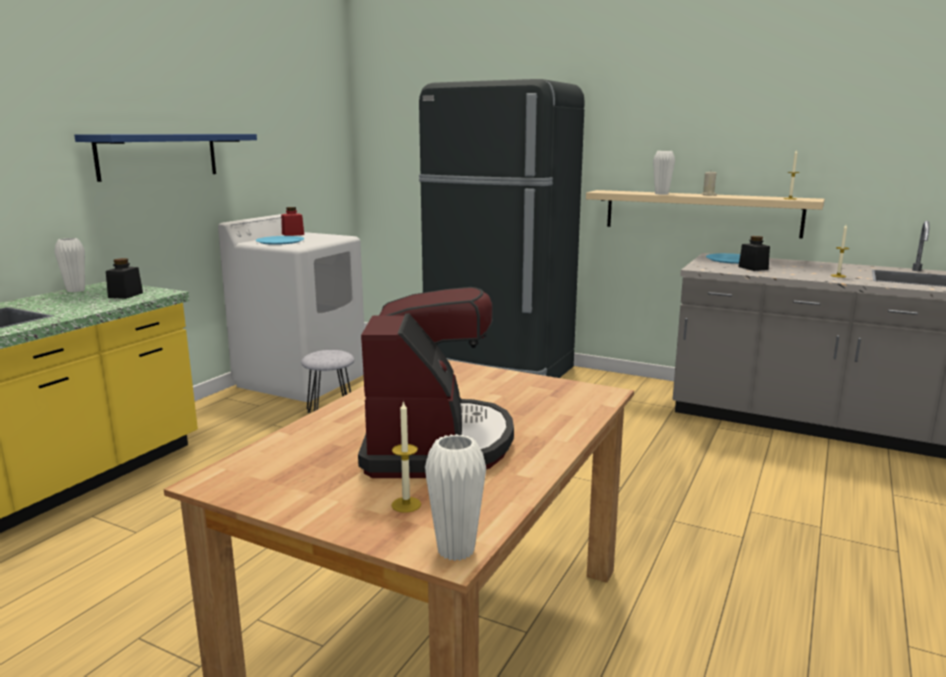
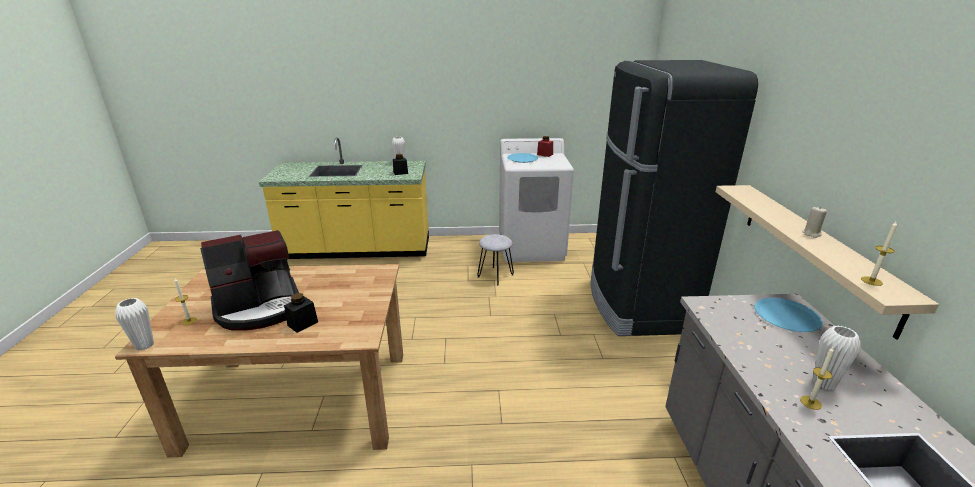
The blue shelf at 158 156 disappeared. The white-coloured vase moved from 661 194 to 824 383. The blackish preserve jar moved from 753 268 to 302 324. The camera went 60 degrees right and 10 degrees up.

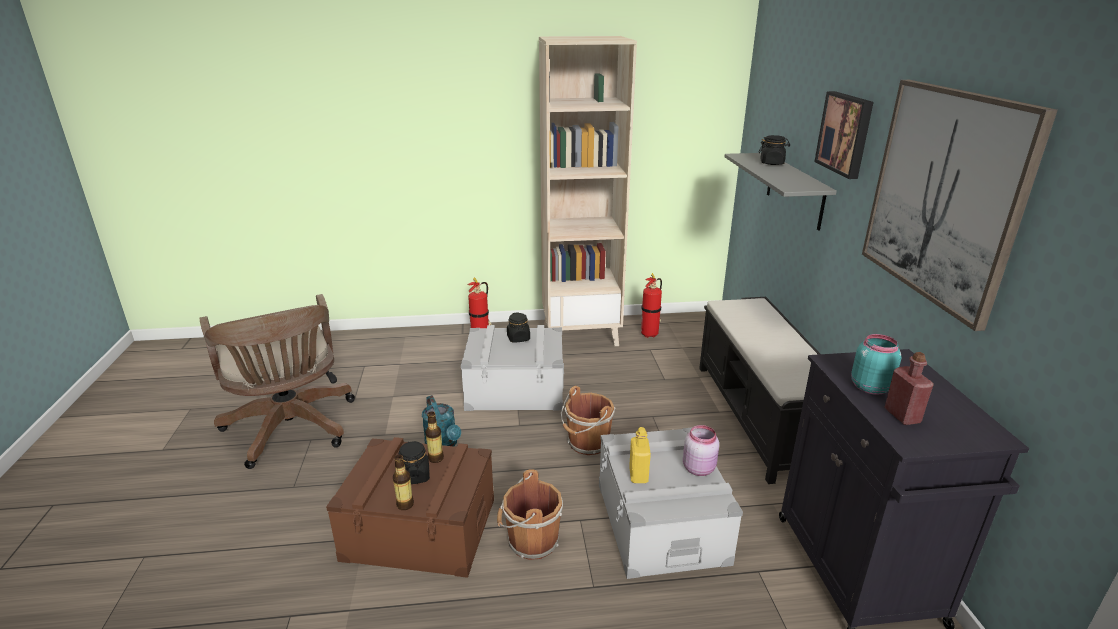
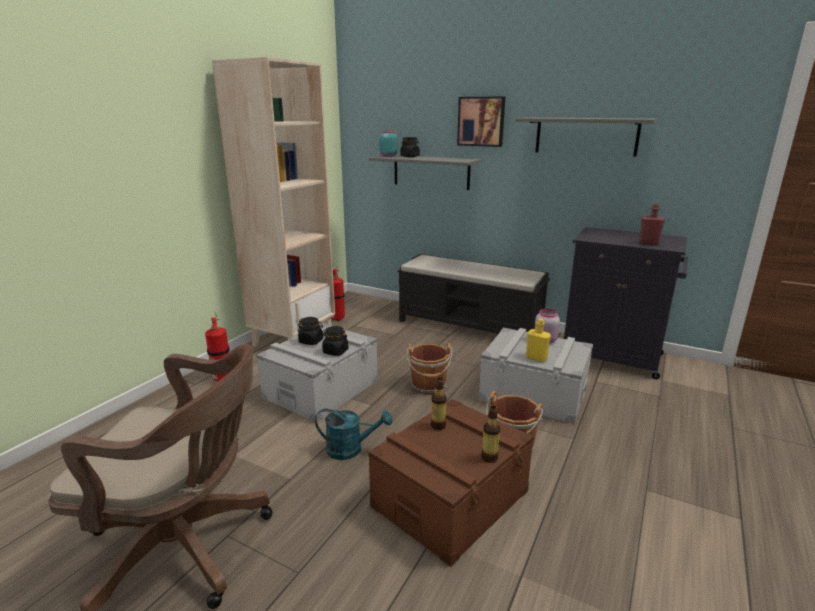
The wall picture at 944 196 was replaced by the grey shelf at 586 136. The turquoise preserve jar moved from 869 387 to 388 156. The blackish preserve jar moved from 415 475 to 335 351. The camera went 55 degrees left and 5 degrees down.

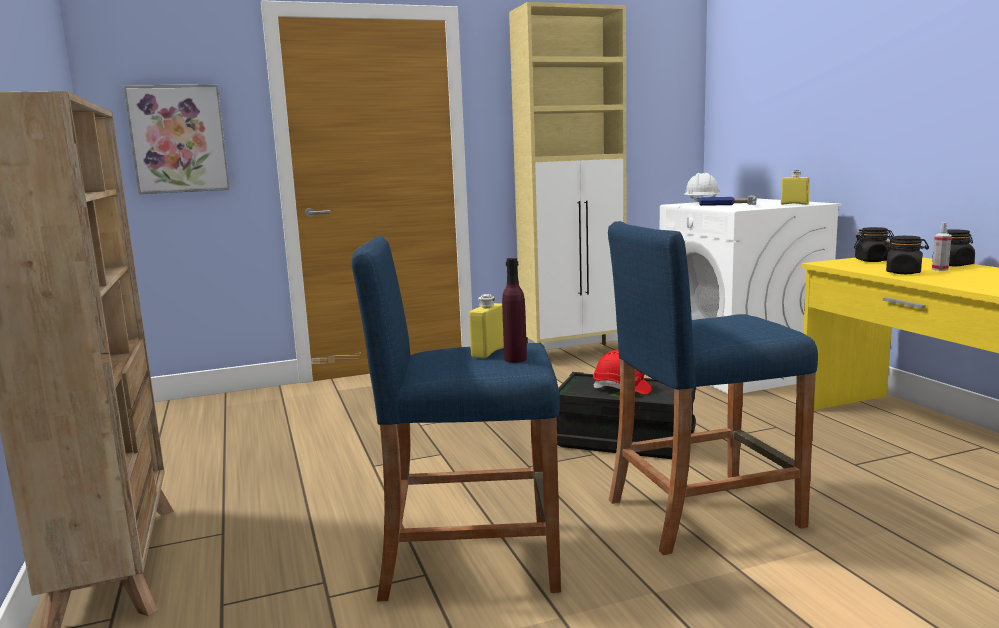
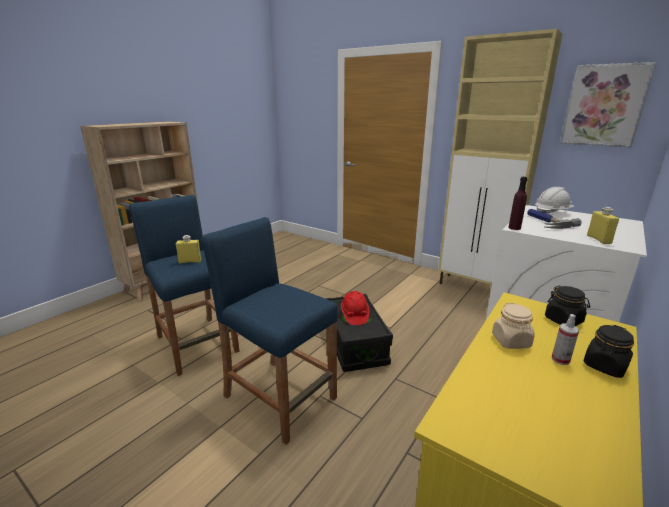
The wall picture moved from 178 139 to 604 105. The blackish preserve jar at 903 272 became the sand-coloured preserve jar at 511 341. The purple-coloured drink bottle moved from 515 359 to 514 228. The camera went 55 degrees right and 10 degrees up.

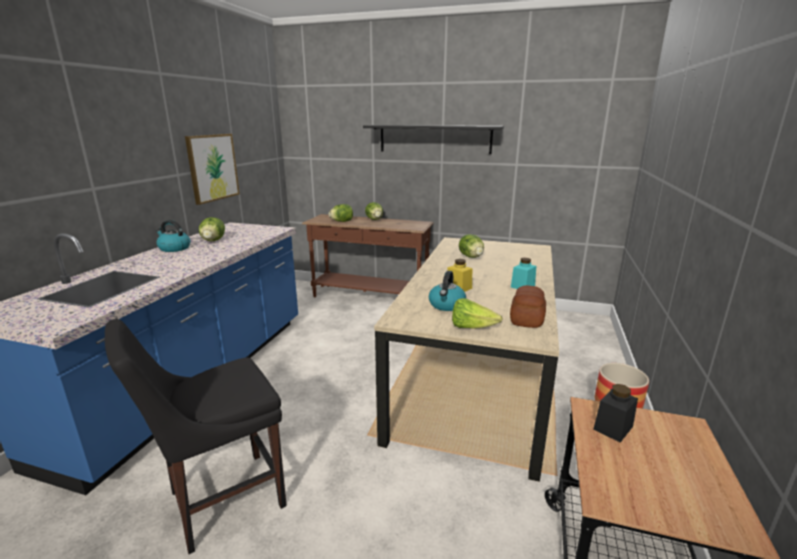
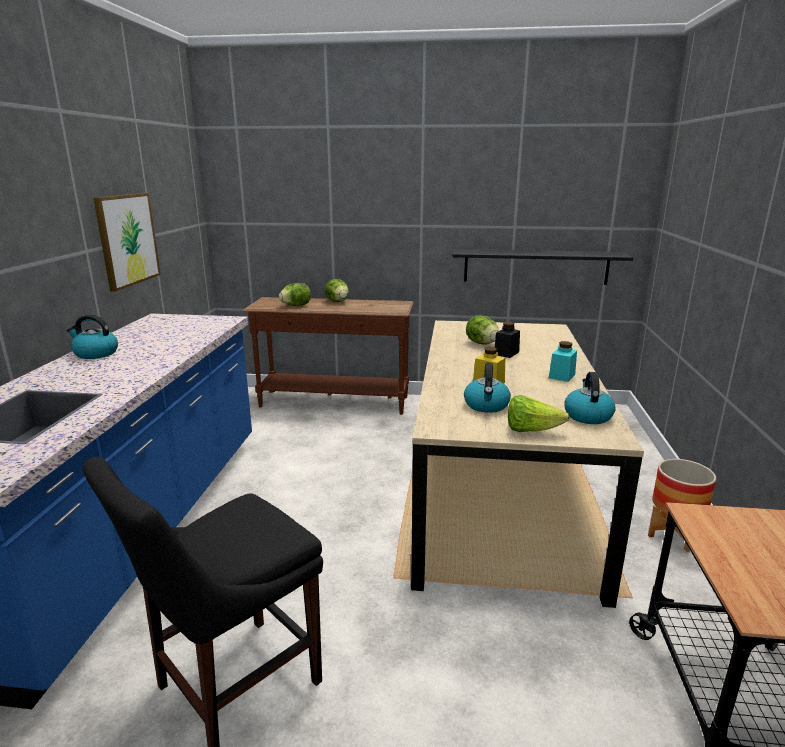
The blackish shelf moved from 434 139 to 535 266. The lettuce at 213 241 disappeared. The bread at 526 319 was replaced by the water kettle at 587 415. The blackish preserve jar moved from 613 428 to 506 353. The camera went 10 degrees left and 0 degrees up.

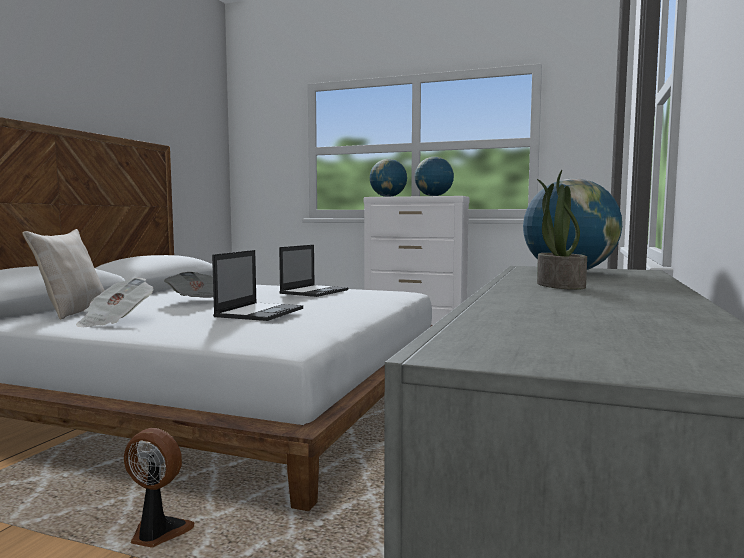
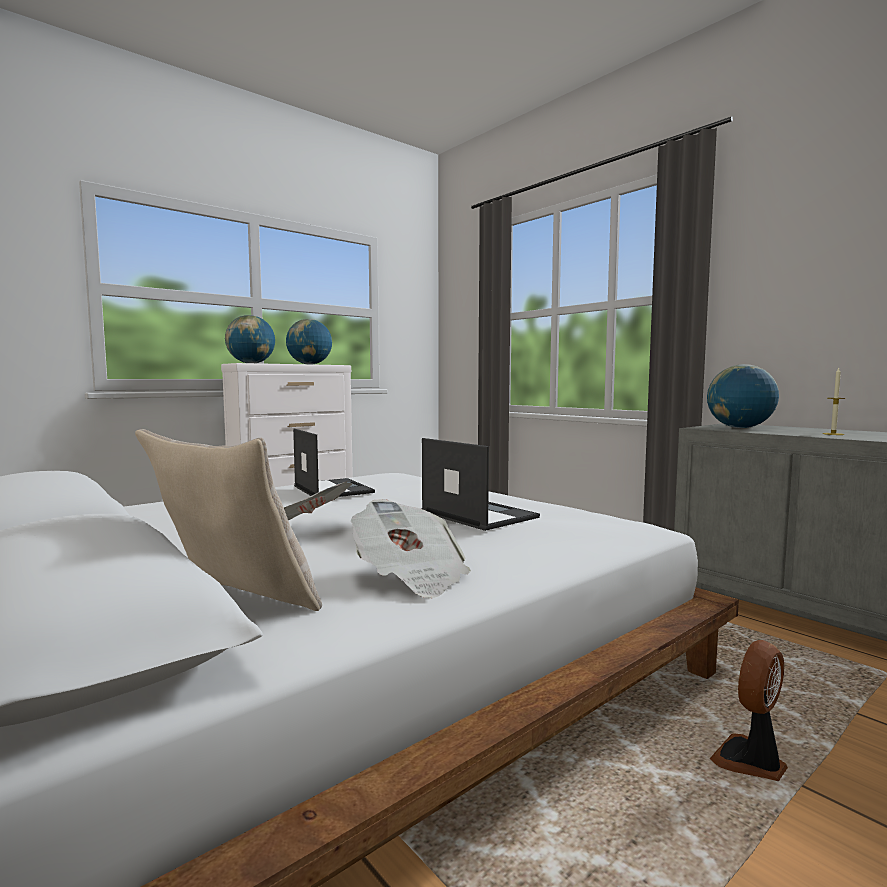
The potted plant at 559 285 was replaced by the wax light at 833 434. The camera went 60 degrees left and 0 degrees up.

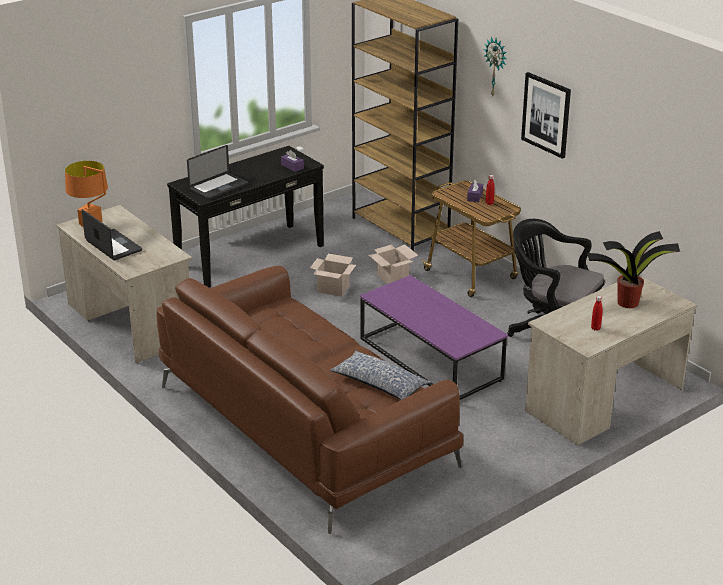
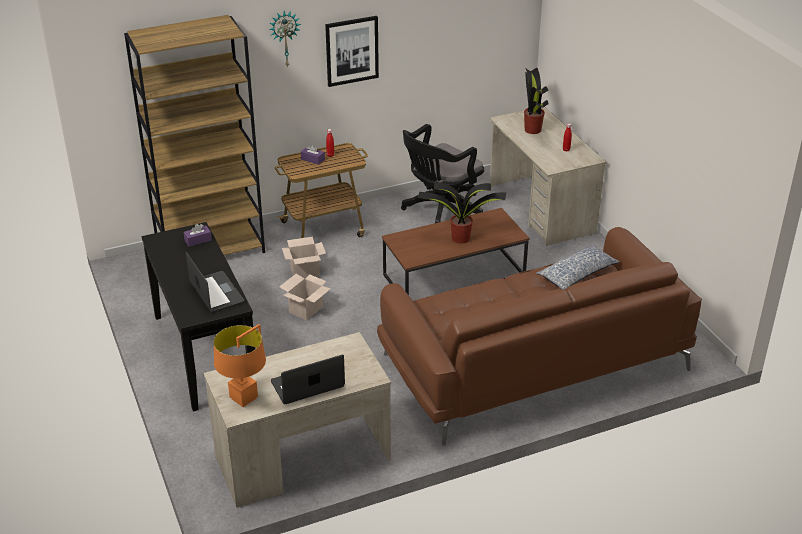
The purple-coloured coffee table at 430 359 became the brown-coloured coffee table at 454 276. The potted plant at 459 238 appeared. The camera went 75 degrees left and 5 degrees up.

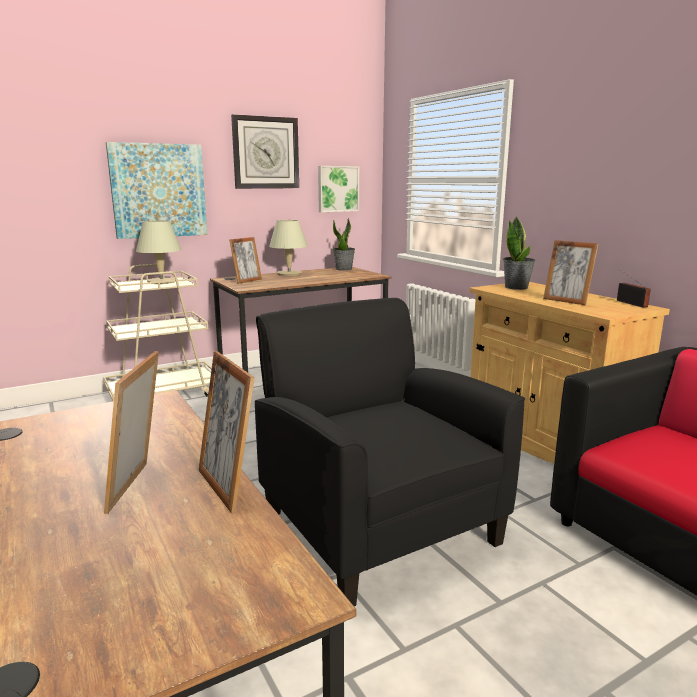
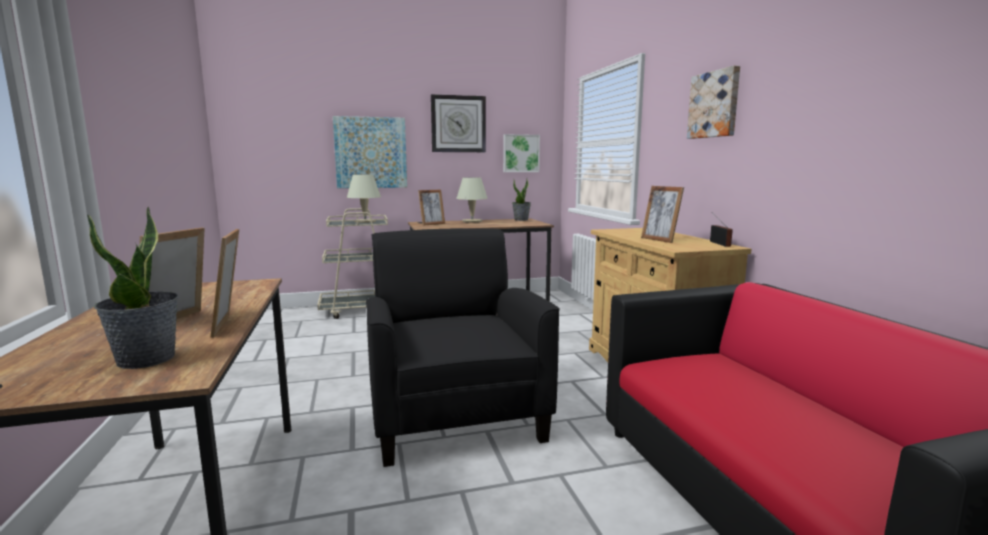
The potted plant moved from 516 287 to 147 359. The wall picture at 715 104 appeared. The camera went 15 degrees right and 5 degrees down.

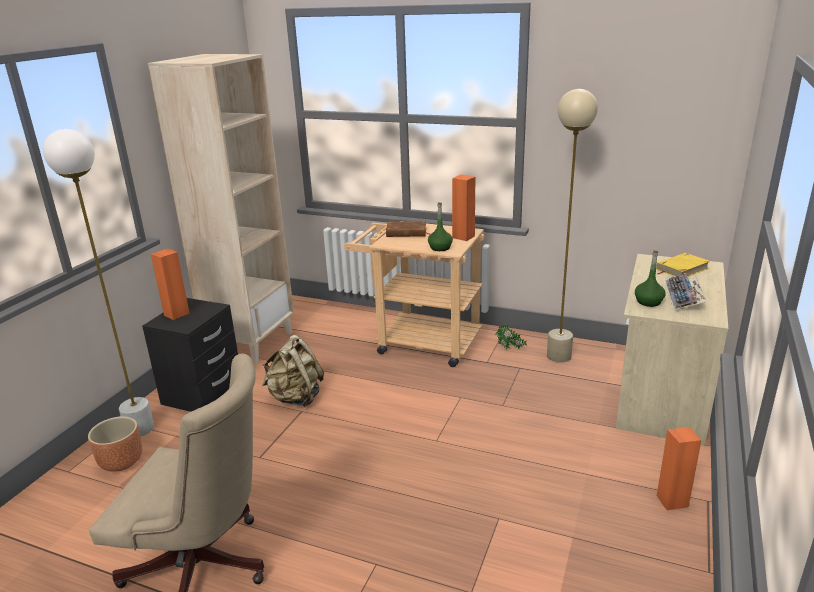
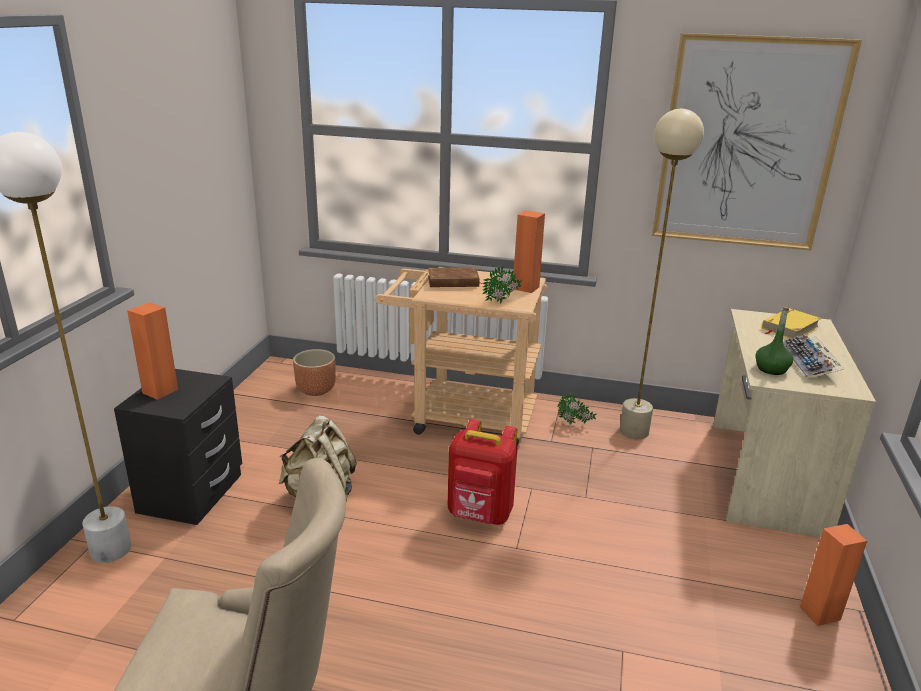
The sand-coloured bookcase at 251 343 disappeared. The greenish drink bottle at 440 248 was replaced by the potted plant at 503 301. The brown-coloured flower pot moved from 122 462 to 316 390. The wall picture at 747 144 appeared. The reddish rucksack at 480 515 appeared. The camera went 10 degrees left and 0 degrees up.

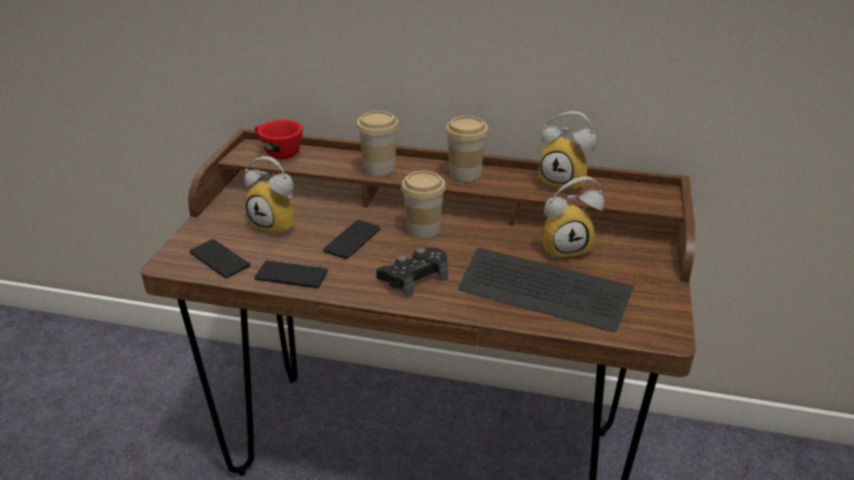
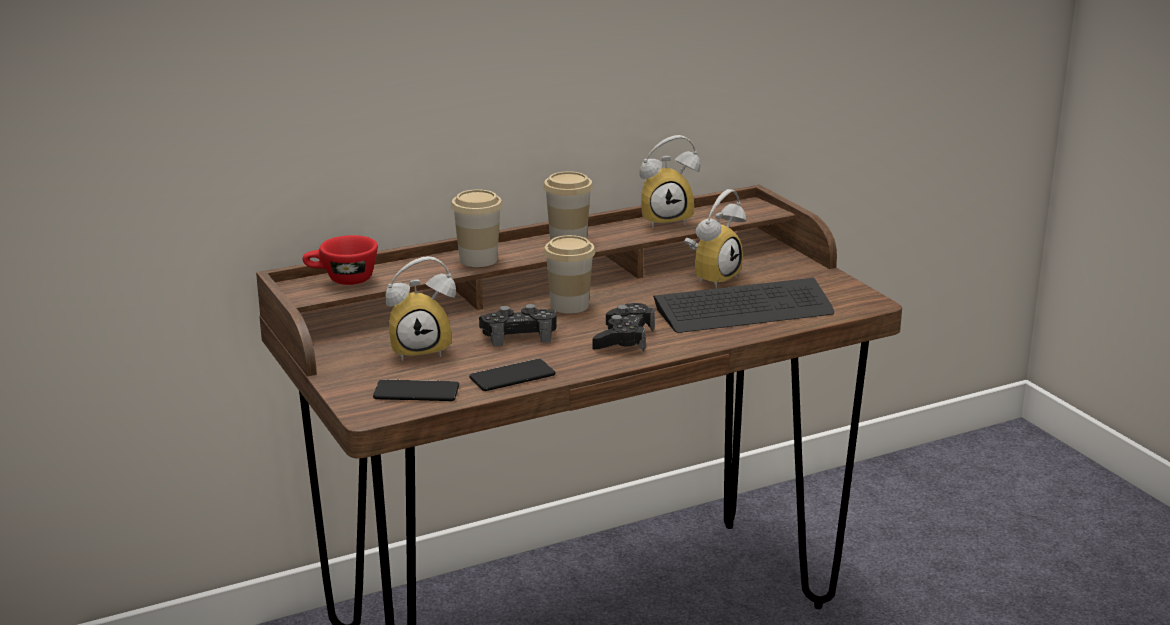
The telephone at 352 240 was replaced by the blackish joypad at 518 334. The camera went 40 degrees left and 10 degrees down.

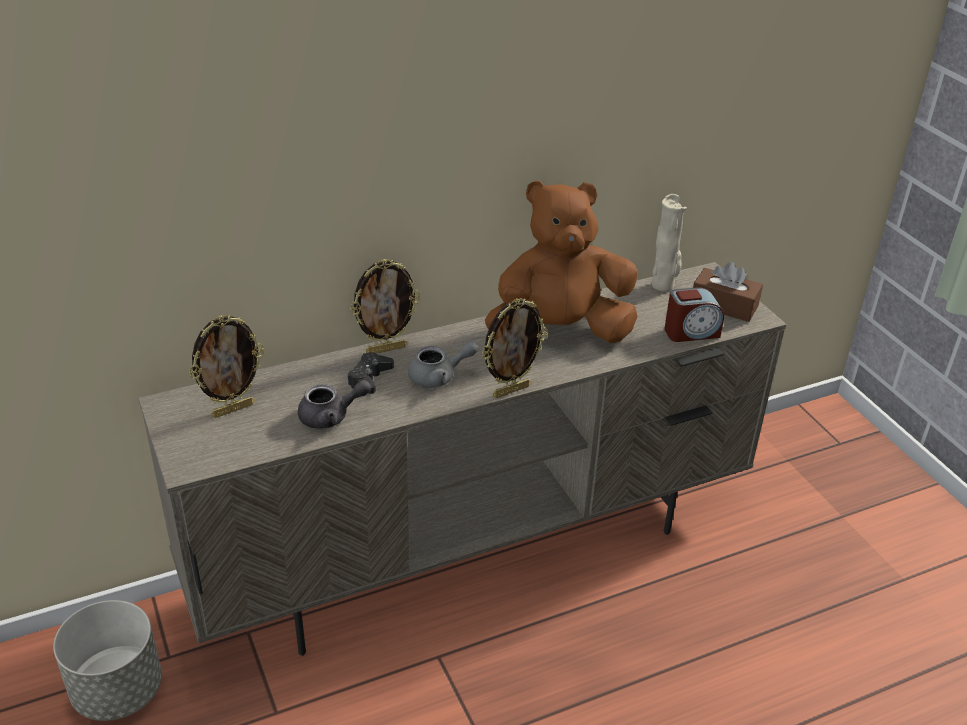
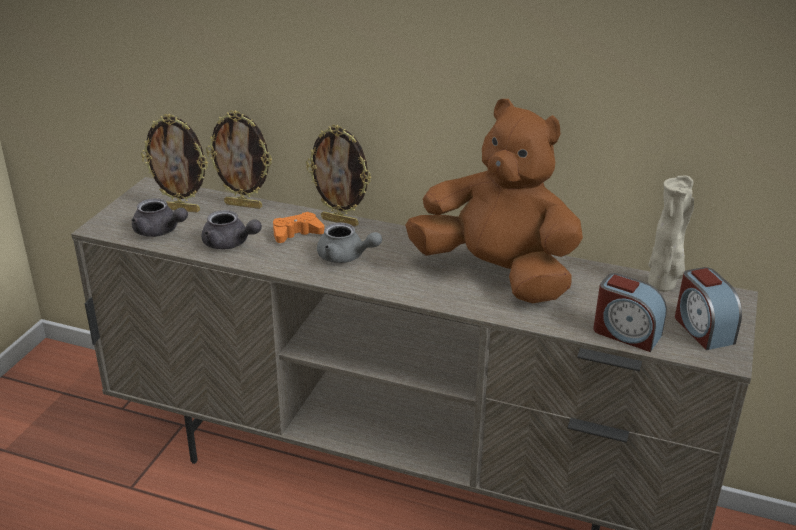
The brown-coloured tissue holder at 724 305 was replaced by the bedside clock at 702 329. The standing frame moved from 511 390 to 244 205. The blackish joypad at 369 378 became the orangey joypad at 296 234. The grey flower pot at 117 690 disappeared. The grey pot for tea at 160 231 appeared. The camera went 45 degrees right and 5 degrees down.

